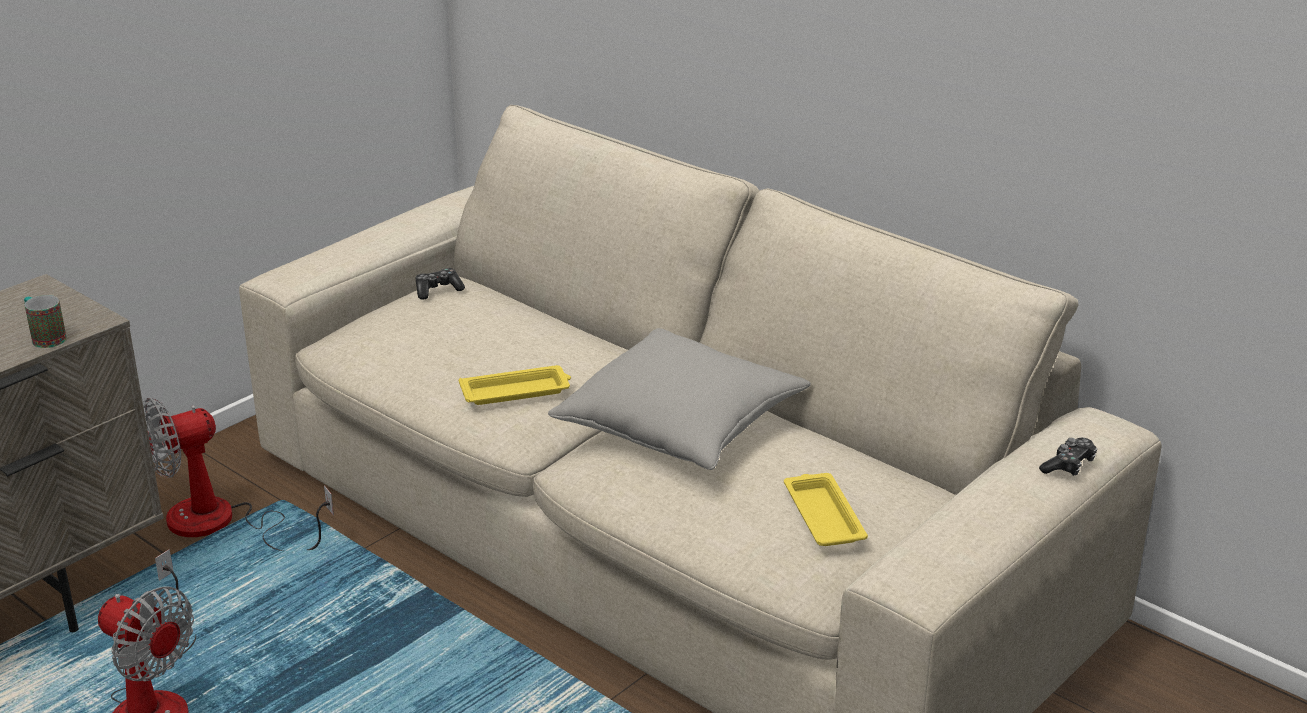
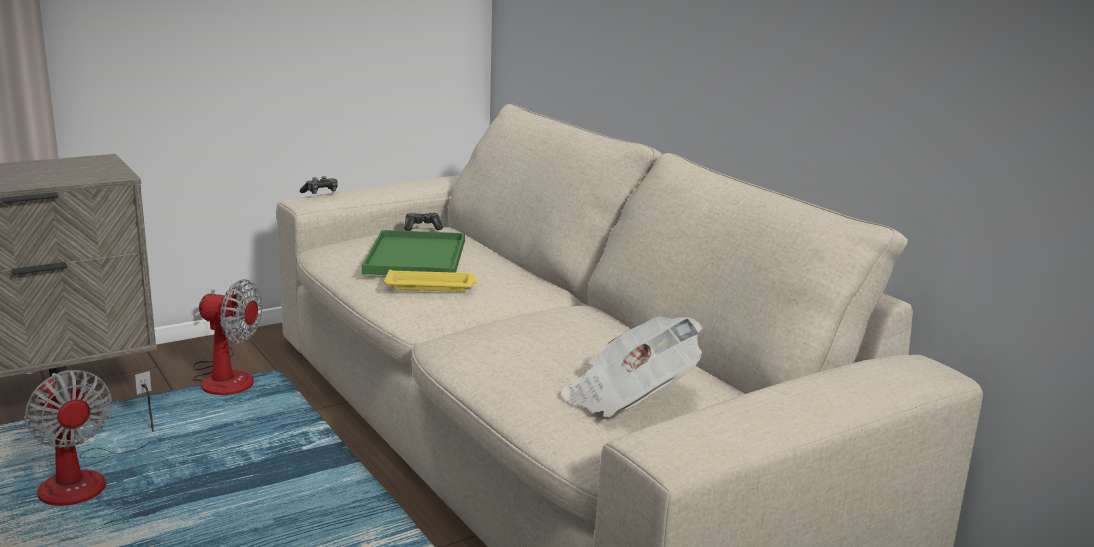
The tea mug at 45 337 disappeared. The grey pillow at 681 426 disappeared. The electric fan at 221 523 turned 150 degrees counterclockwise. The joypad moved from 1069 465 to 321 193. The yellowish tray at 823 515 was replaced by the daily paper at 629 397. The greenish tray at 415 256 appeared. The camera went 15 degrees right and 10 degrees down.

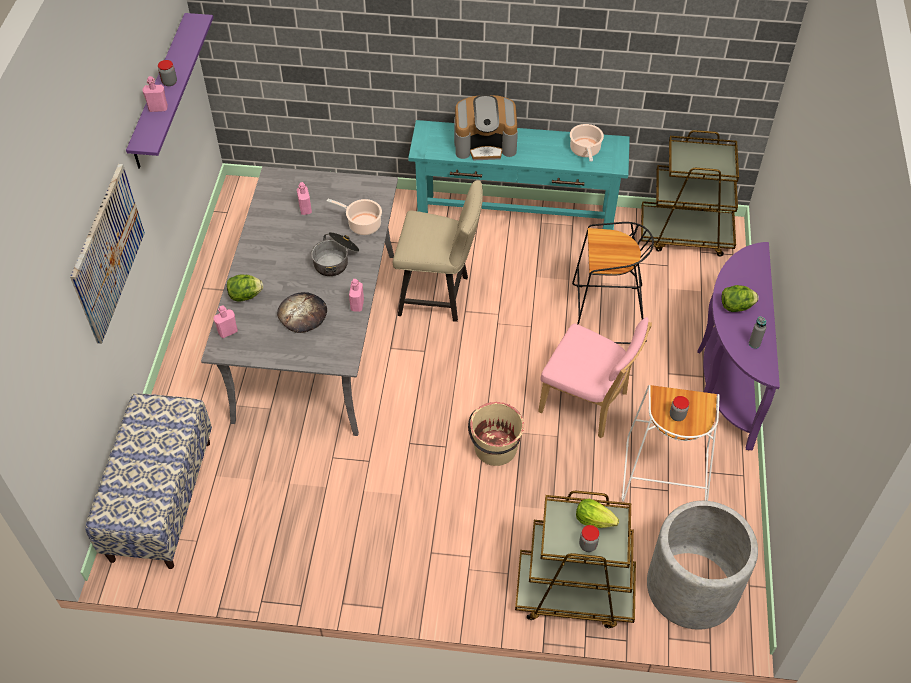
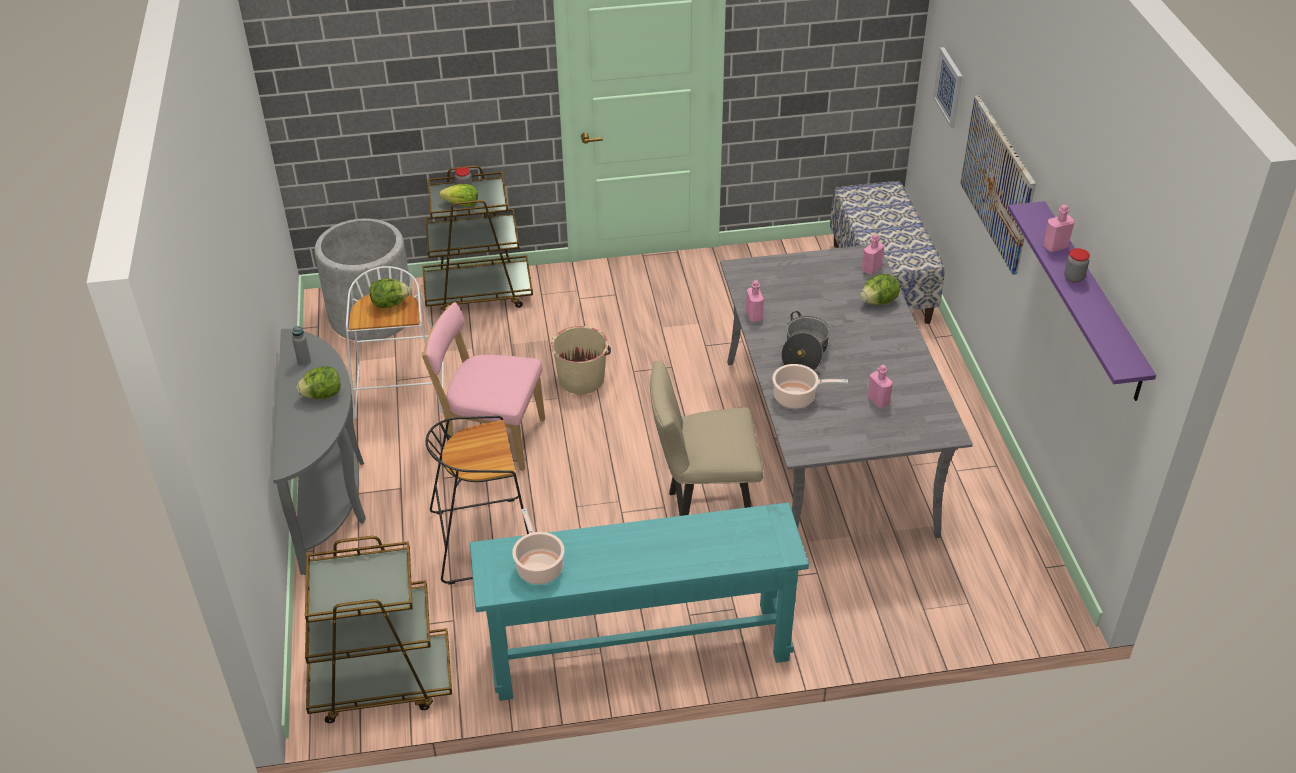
The coffee machine at 485 143 disappeared. The purple-coloured hall table at 725 379 became the grey hall table at 331 496. The bread at 302 314 disappeared. The preserve jar at 677 415 was replaced by the lettuce at 389 304. The wall picture at 949 87 appeared. The camera went 165 degrees right and 10 degrees down.

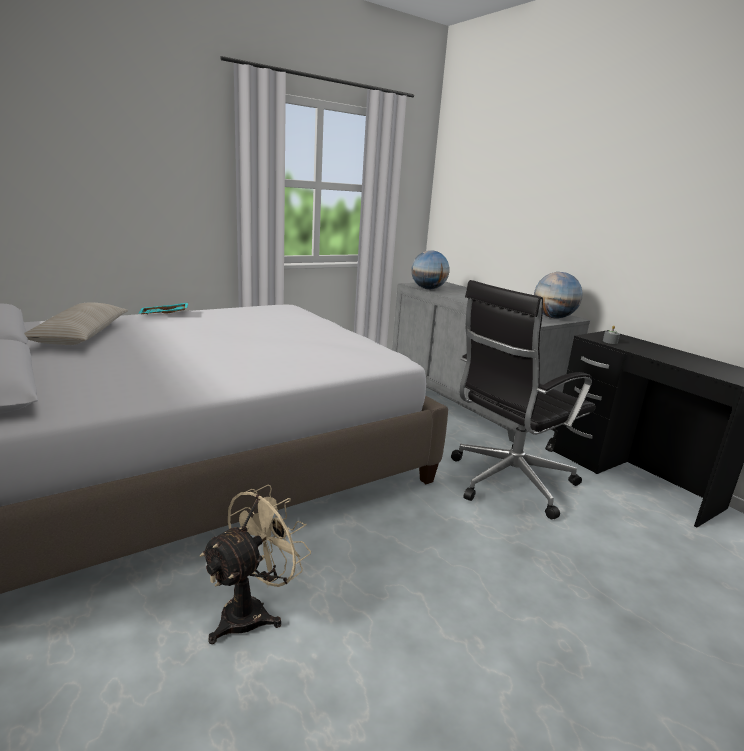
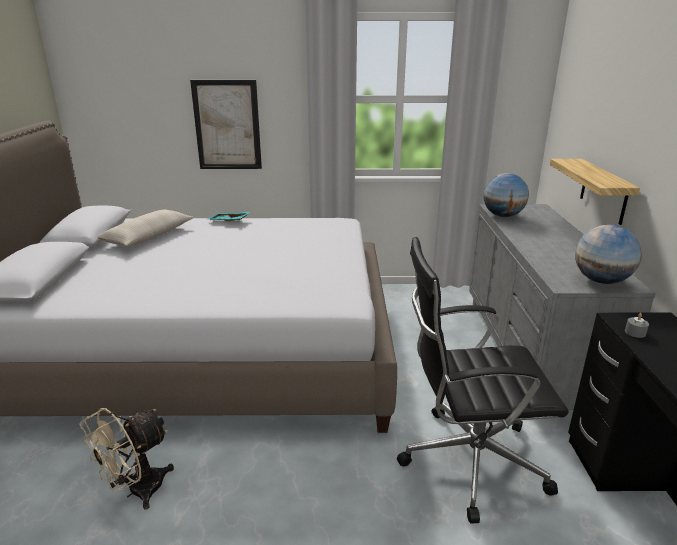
The sand-coloured electric fan at 253 611 turned 150 degrees clockwise. The wall picture at 227 125 appeared. The shelf at 604 191 appeared. The camera went 35 degrees right and 5 degrees up.

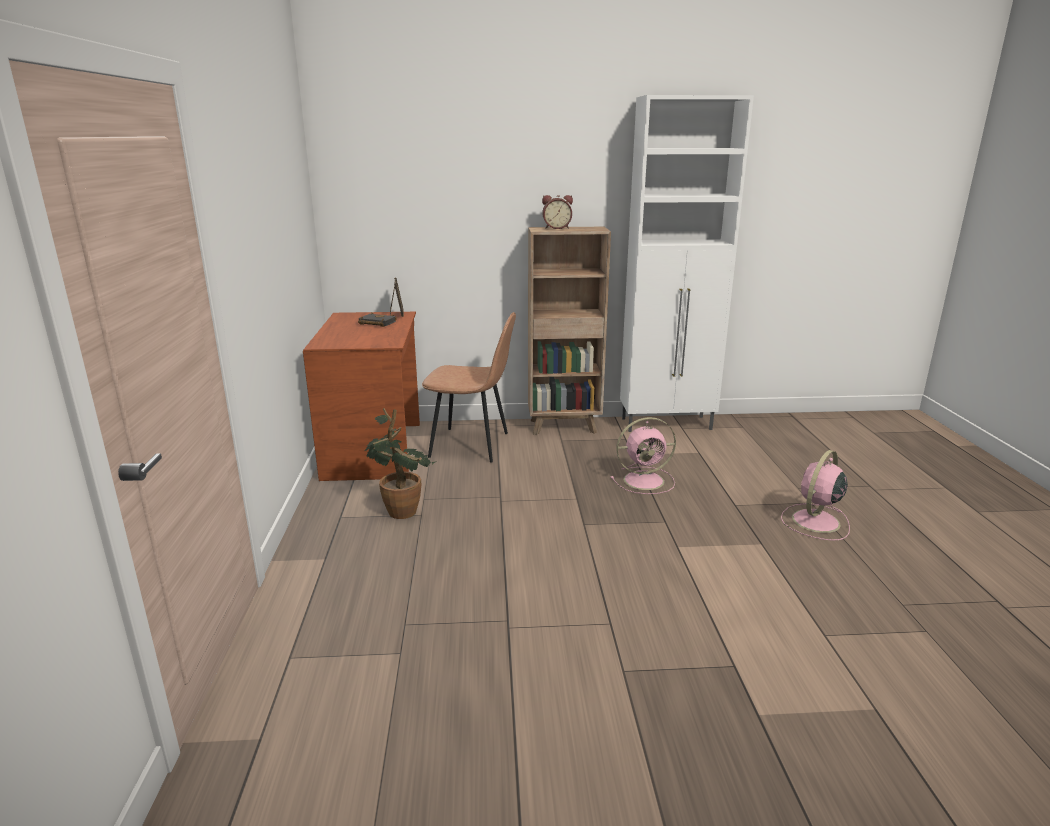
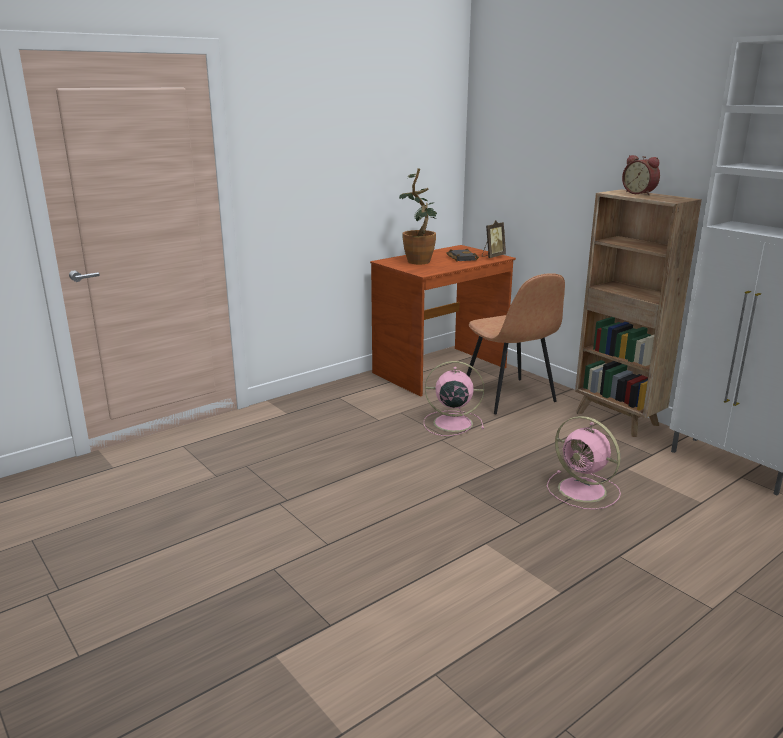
The potted plant moved from 400 508 to 421 260. The pink-coloured electric fan moved from 815 522 to 451 423. The camera went 55 degrees right and 0 degrees up.

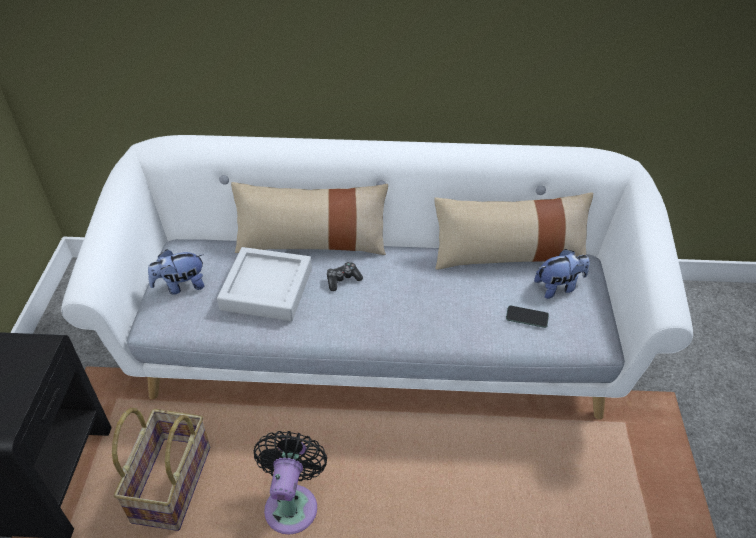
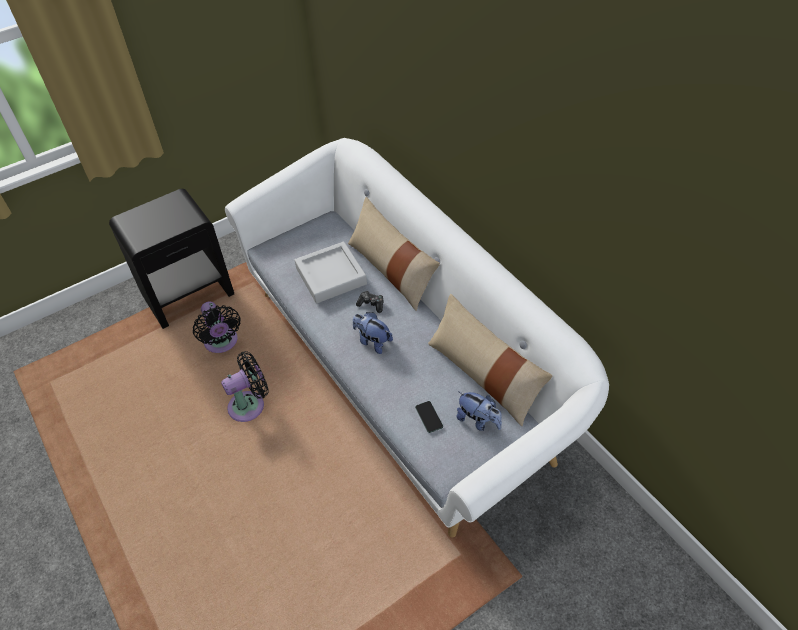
The cuddly toy moved from 181 286 to 372 341. The basket at 170 483 was replaced by the blackish electric fan at 222 343. The camera went 55 degrees right and 5 degrees up.

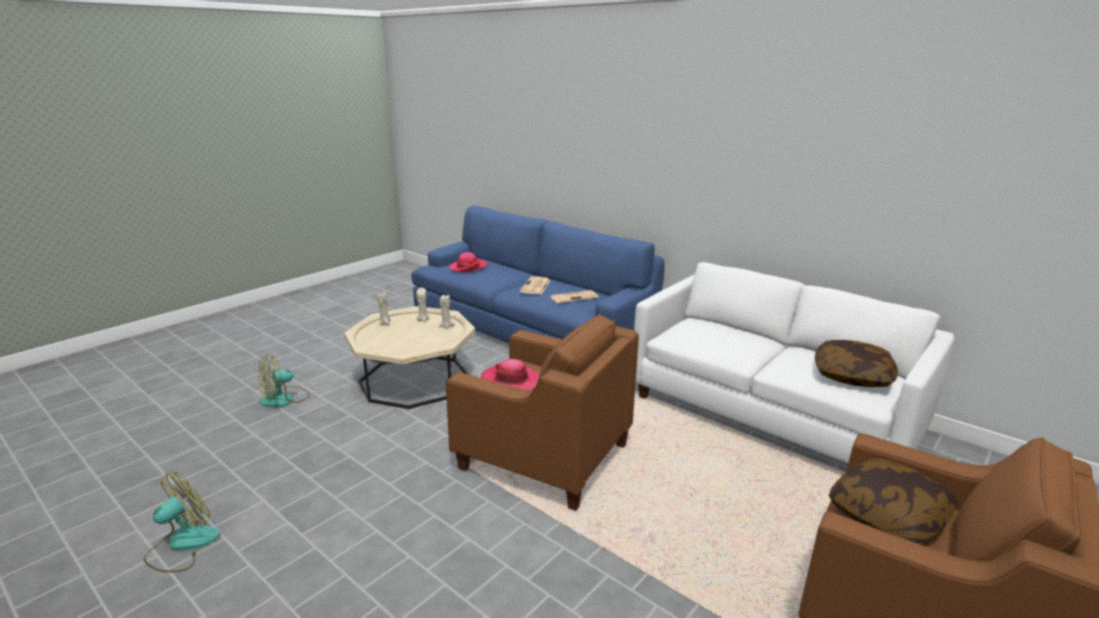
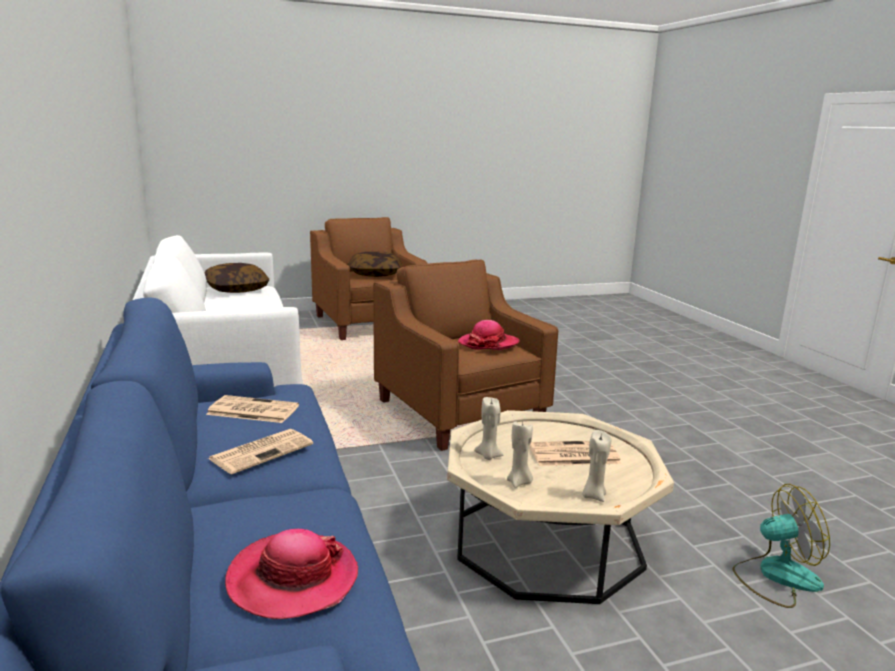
The electric fan at 182 545 disappeared. The daily paper at 573 455 appeared. The camera went 150 degrees left and 5 degrees down.

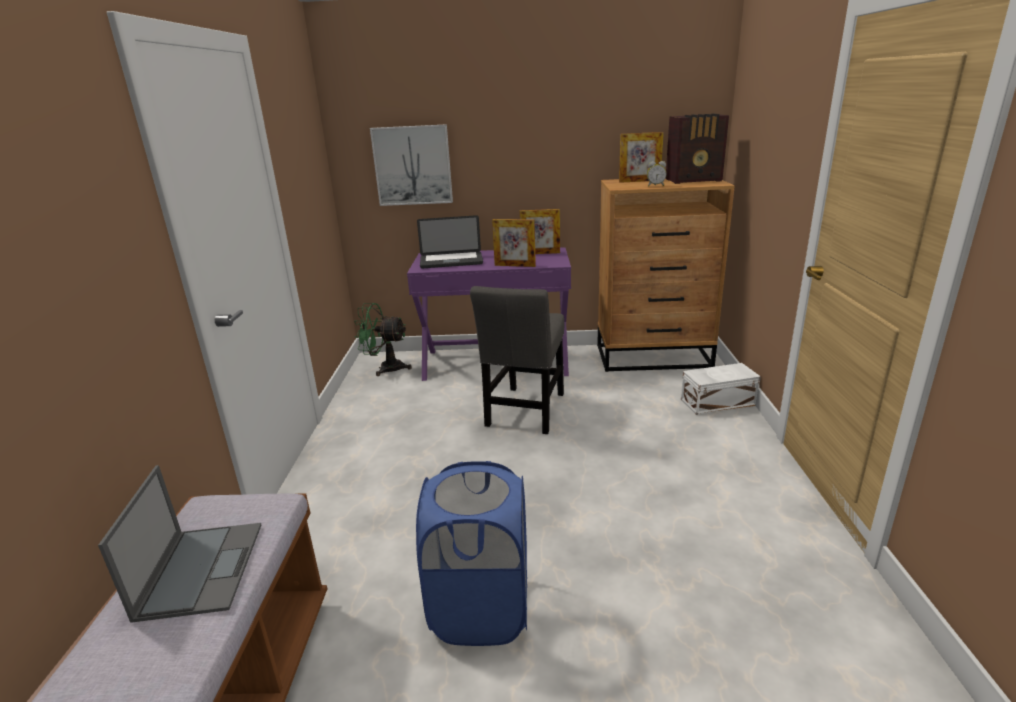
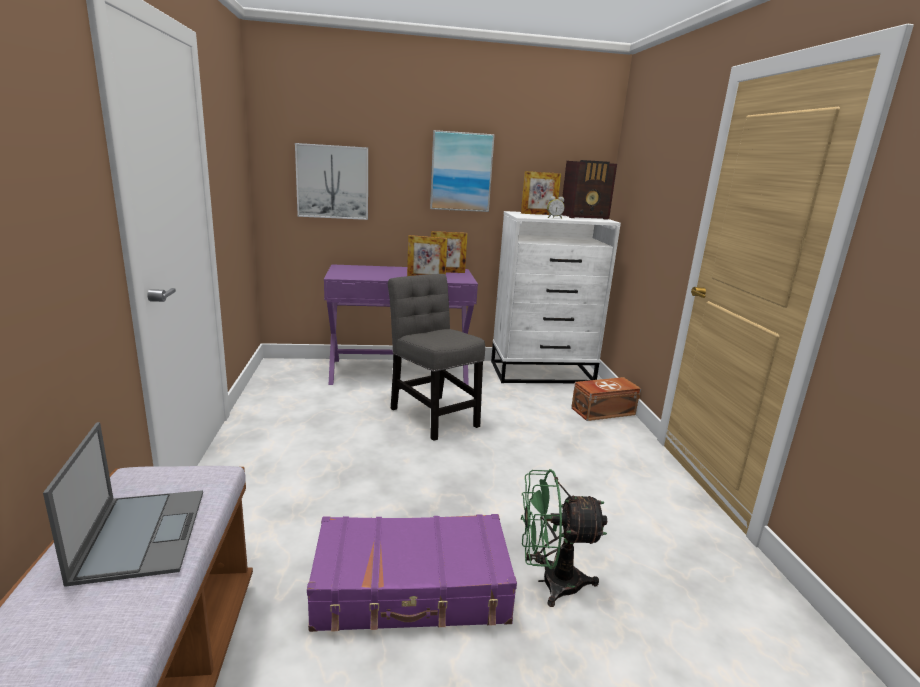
The brown-coloured dresser at 654 356 became the white-coloured dresser at 542 372. The portable computer at 451 261 disappeared. The grey plain chair at 525 412 turned 135 degrees clockwise. The greenish electric fan moved from 385 368 to 550 582. The white-coloured storage bin at 716 402 became the brown-coloured storage bin at 602 411. The blue hamper at 481 609 was replaced by the purple-coloured travel case at 412 589. The wall picture at 461 172 appeared. The camera went 10 degrees left and 5 degrees down.

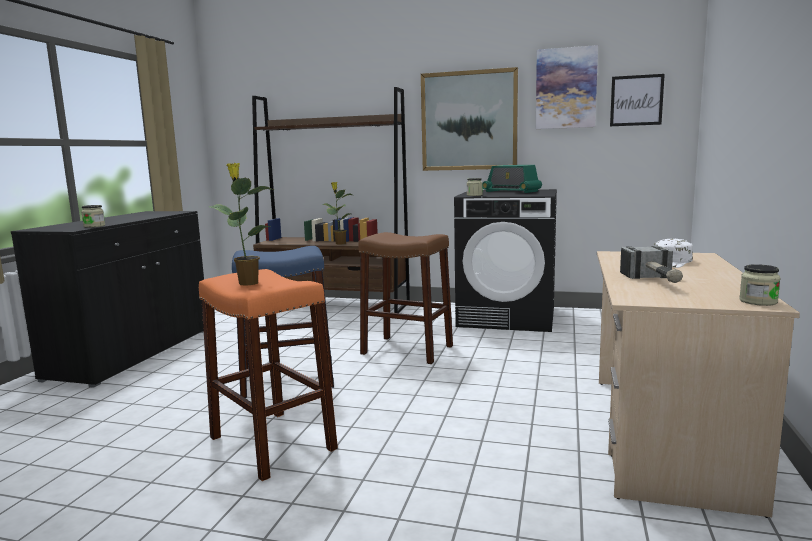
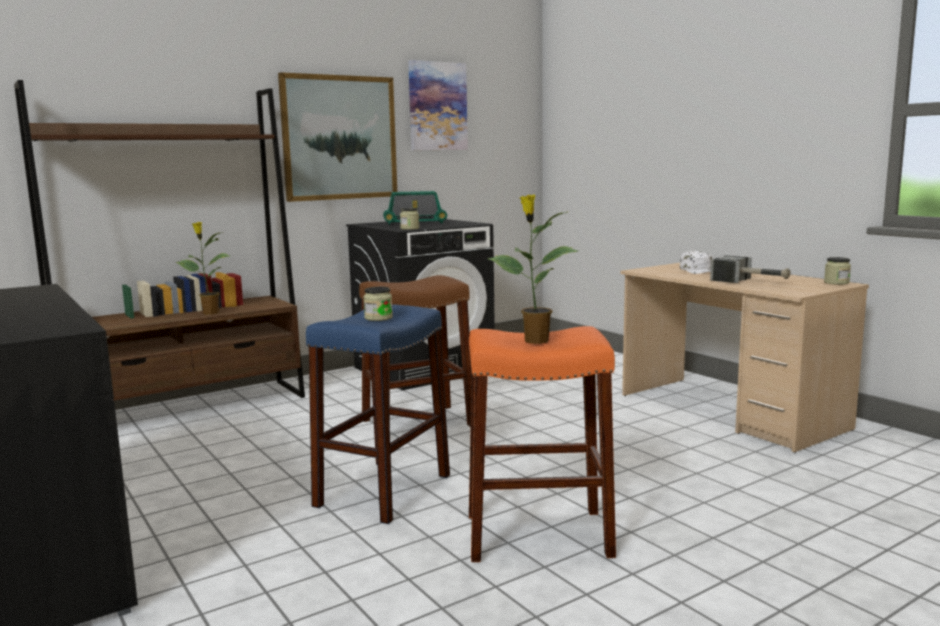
The wall picture at 636 100 disappeared. The preserve jar moved from 94 226 to 378 318. The camera went 50 degrees left and 0 degrees up.

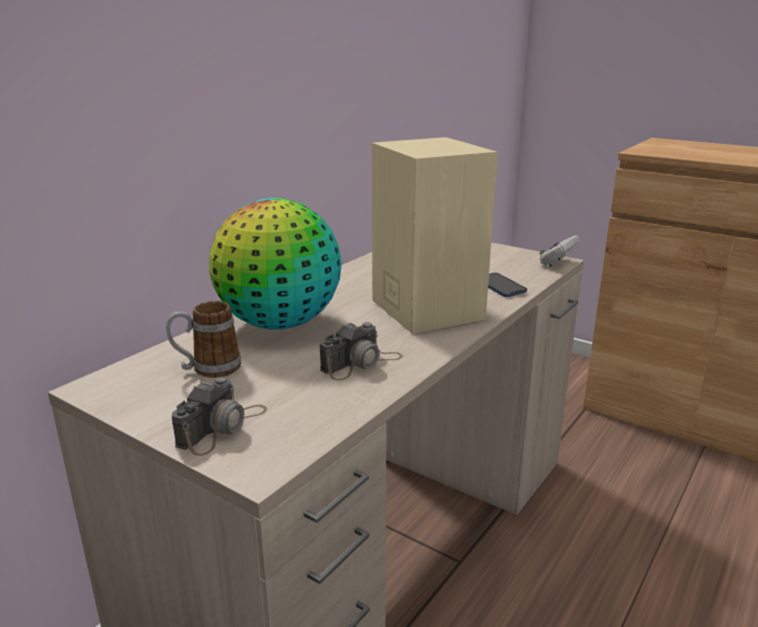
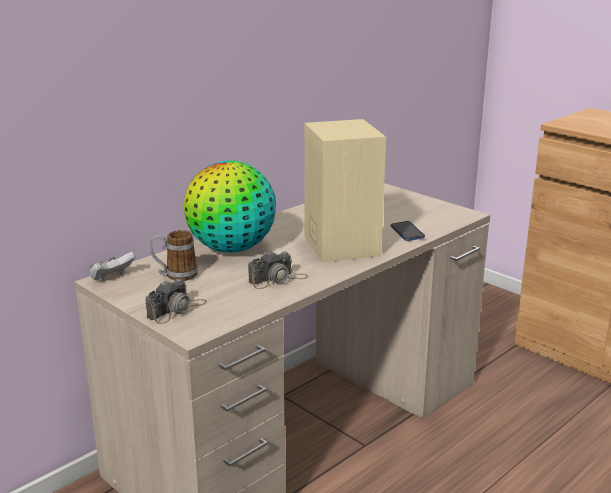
The white-coloured joypad moved from 557 263 to 112 278. The camera went 10 degrees right and 0 degrees up.

